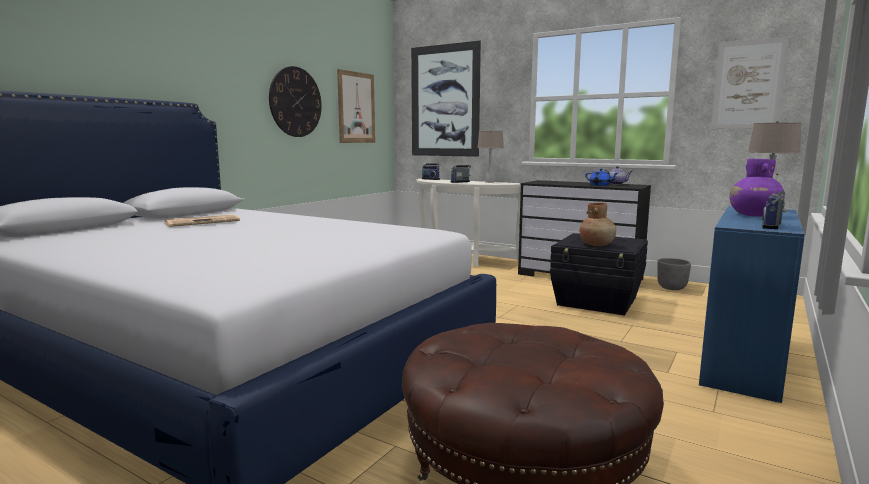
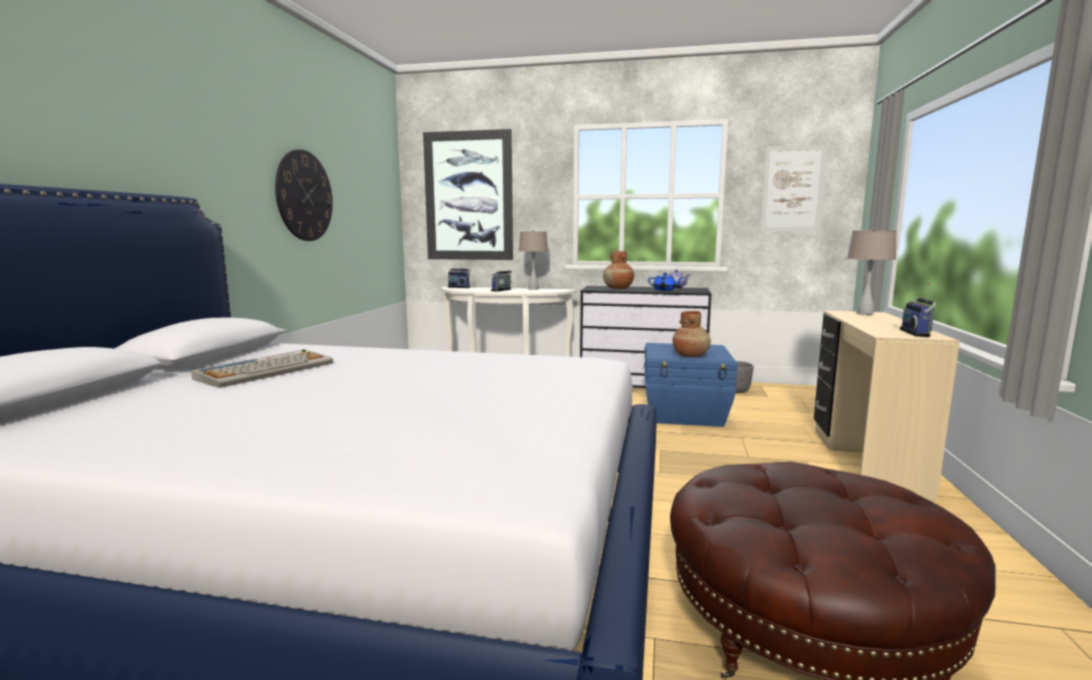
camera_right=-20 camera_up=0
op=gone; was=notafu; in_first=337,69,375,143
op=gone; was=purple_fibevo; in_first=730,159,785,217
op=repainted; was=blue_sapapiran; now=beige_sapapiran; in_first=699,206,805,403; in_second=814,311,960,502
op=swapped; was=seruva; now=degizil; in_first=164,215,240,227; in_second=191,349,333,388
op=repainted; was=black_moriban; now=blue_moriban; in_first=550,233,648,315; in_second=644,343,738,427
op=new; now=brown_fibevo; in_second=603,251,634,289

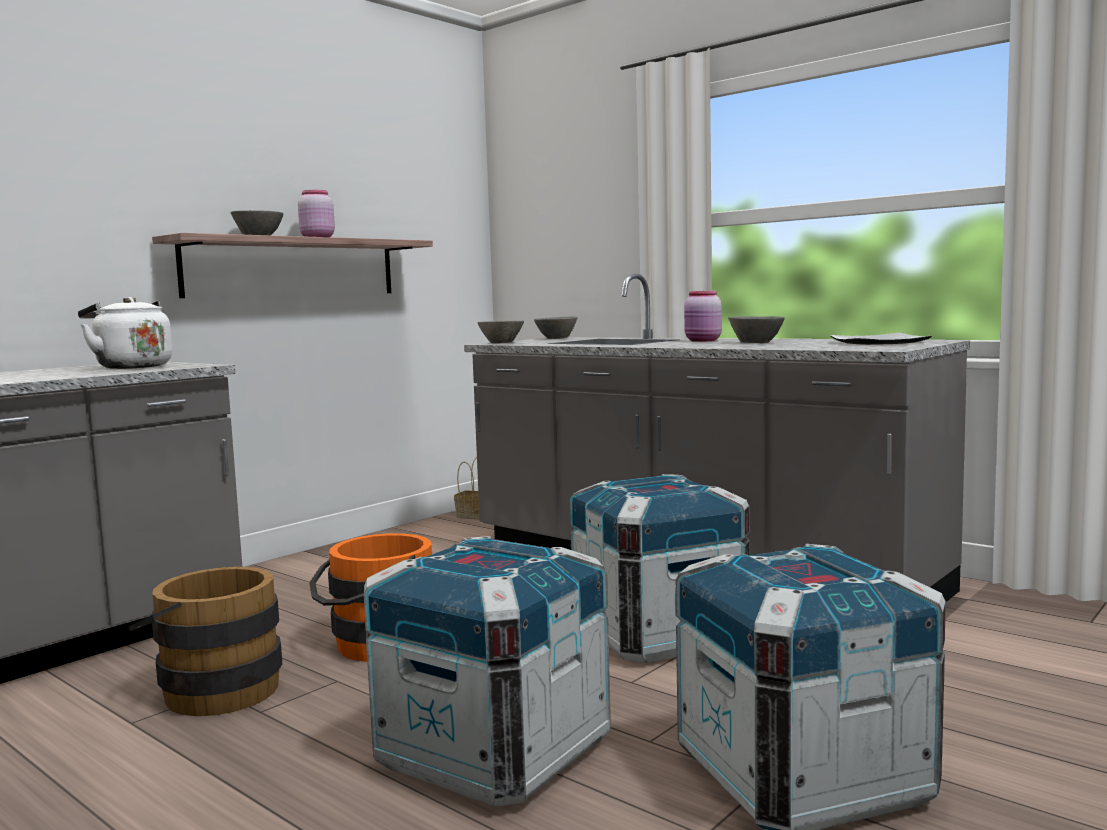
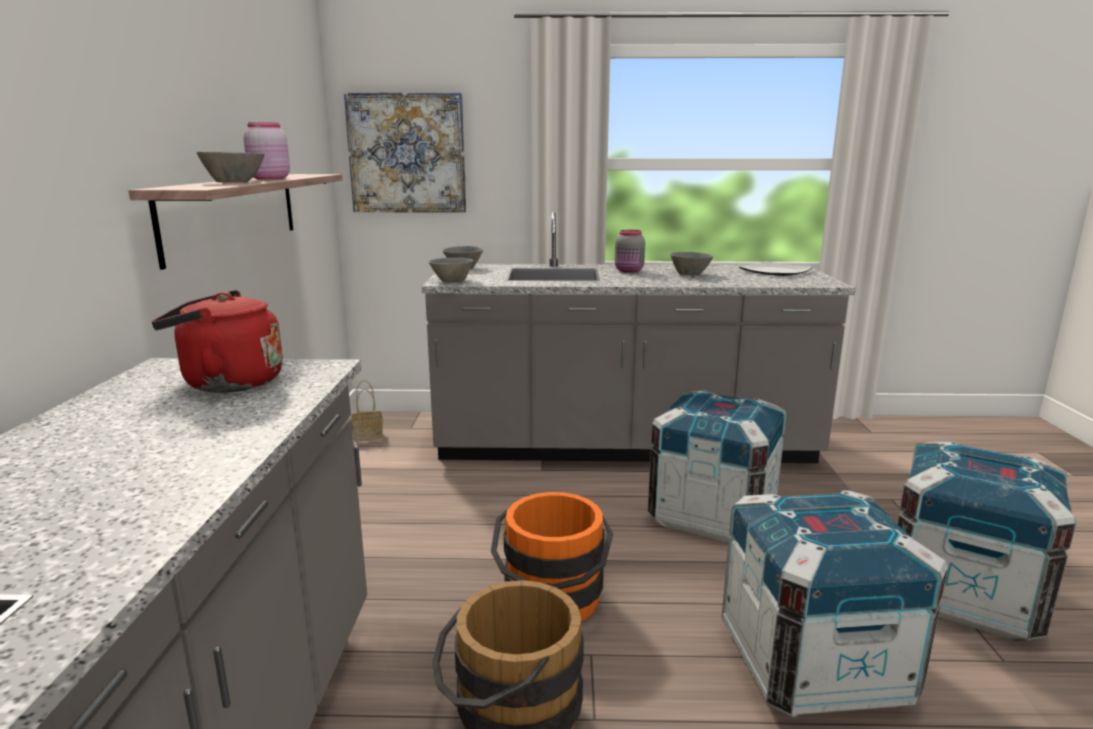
camera_right=-40 camera_up=10
op=repainted; was=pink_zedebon; now=grey_zedebon; in_first=684,290,722,342; in_second=615,230,645,273
op=repainted; was=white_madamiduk; now=red_madamiduk; in_first=78,297,172,369; in_second=152,290,283,393
op=new; now=notafu; in_second=344,92,466,213

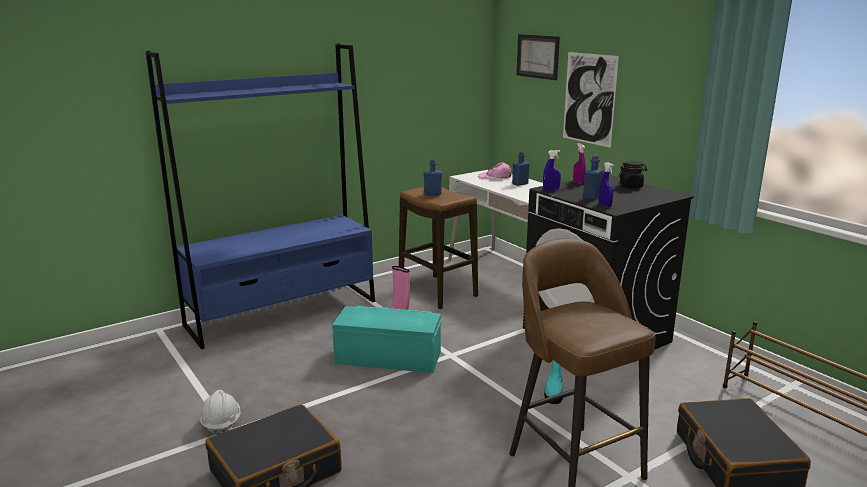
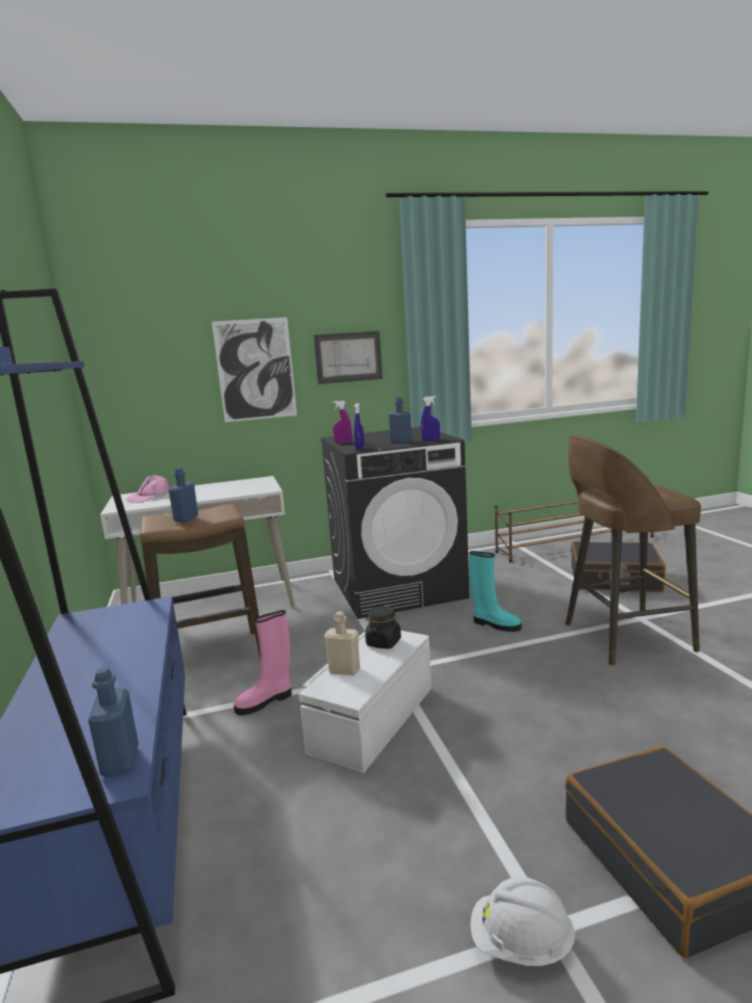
camera_right=-70 camera_up=-5
op=shifted; was=notafu; in_first=516,34,560,80; in_second=314,331,383,384
op=shifted; was=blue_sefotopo; in_first=512,151,530,186; in_second=88,667,139,777
op=shifted; was=black_zedebon; in_first=618,161,647,188; in_second=365,606,401,649
op=repainted; was=turquoise_moriban; now=white_moriban; in_first=332,306,441,373; in_second=299,630,431,773
op=new; now=beige_sefotopo; in_second=324,611,360,675

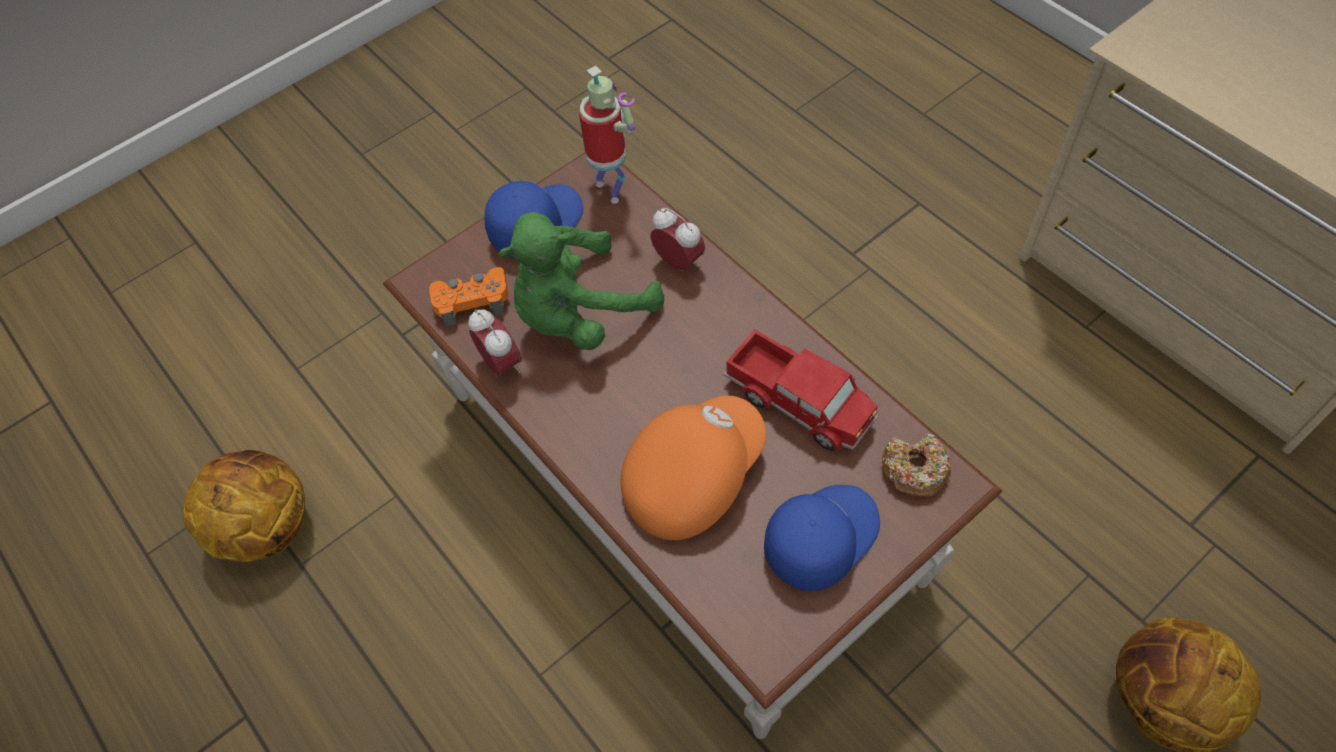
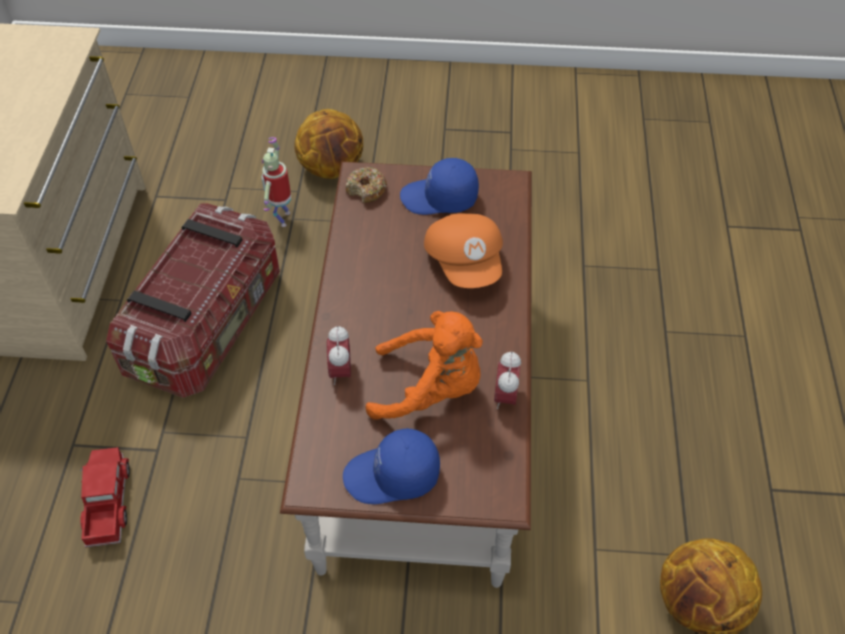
camera_right=-140 camera_up=-5
op=shifted; was=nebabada; in_first=579,66,635,204; in_second=261,137,291,227
op=repainted; was=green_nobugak; now=orange_nobugak; in_first=498,212,664,350; in_second=366,311,483,420
op=gone; was=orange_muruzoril; in_first=429,267,509,327
op=shifted; was=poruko; in_first=724,329,877,451; in_second=80,447,130,548
op=rotated; was=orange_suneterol; in_first=620,396,766,540; in_second=424,213,503,288; clockwise=-105
op=new; now=moriban; in_second=106,203,280,398

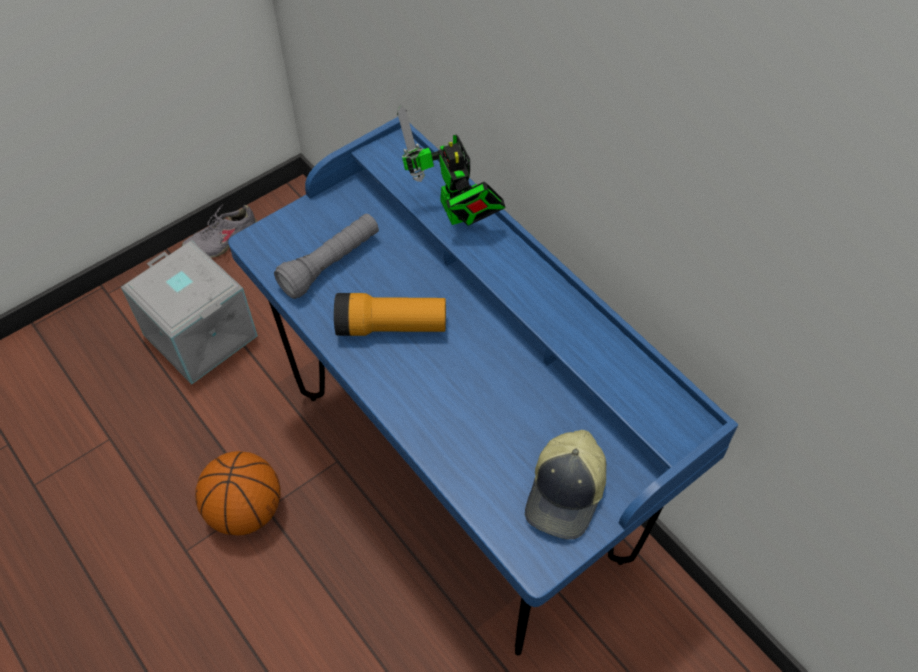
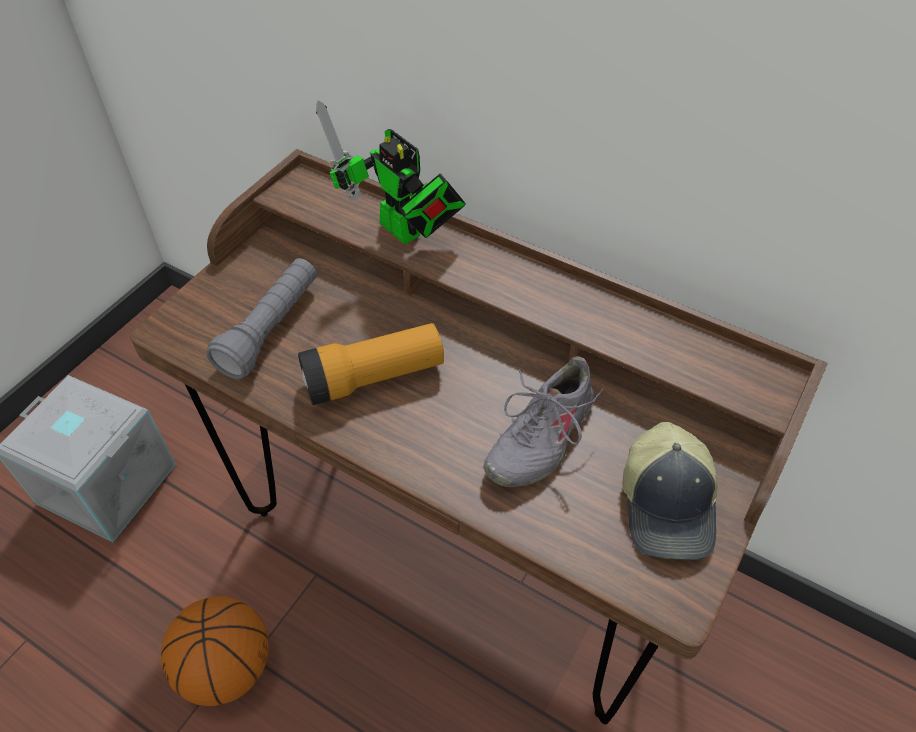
camera_right=-20 camera_up=-5
op=repainted; was=blue_sapapiran; now=brown_sapapiran; in_first=228,117,739,656; in_second=130,149,828,725
op=shifted; was=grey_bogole; in_first=182,205,258,258; in_second=483,356,605,487

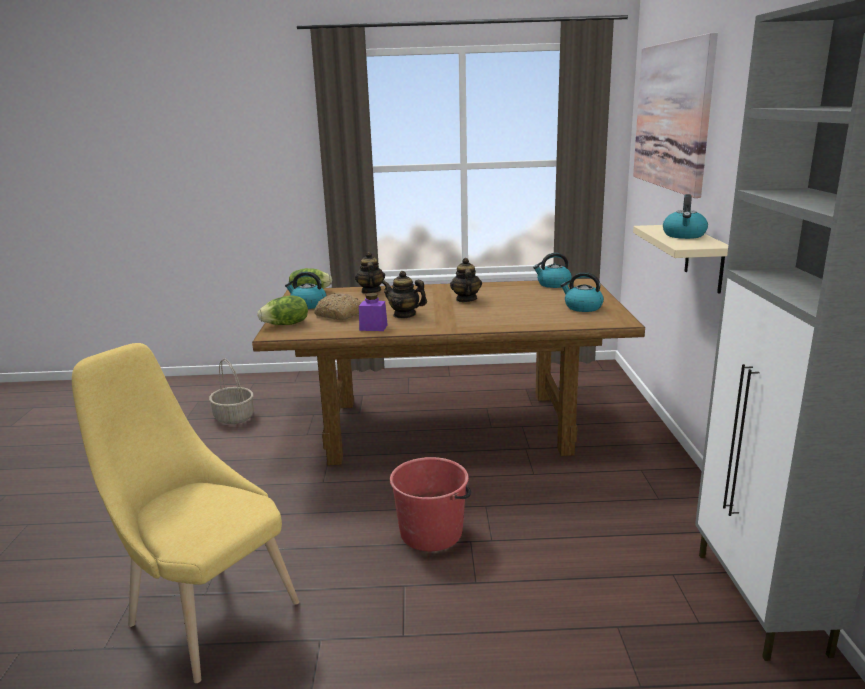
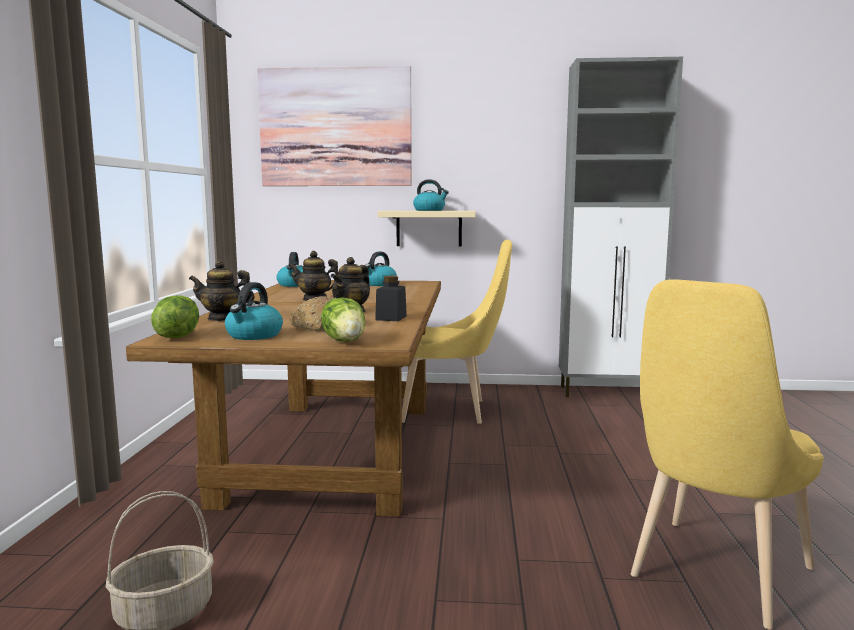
camera_right=-85 camera_up=-10
op=repainted; was=purple_zedebon; now=black_zedebon; in_first=359,293,388,331; in_second=375,276,407,321
op=gone; was=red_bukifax; in_first=390,457,471,551
op=new; now=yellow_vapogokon; in_second=402,240,512,424

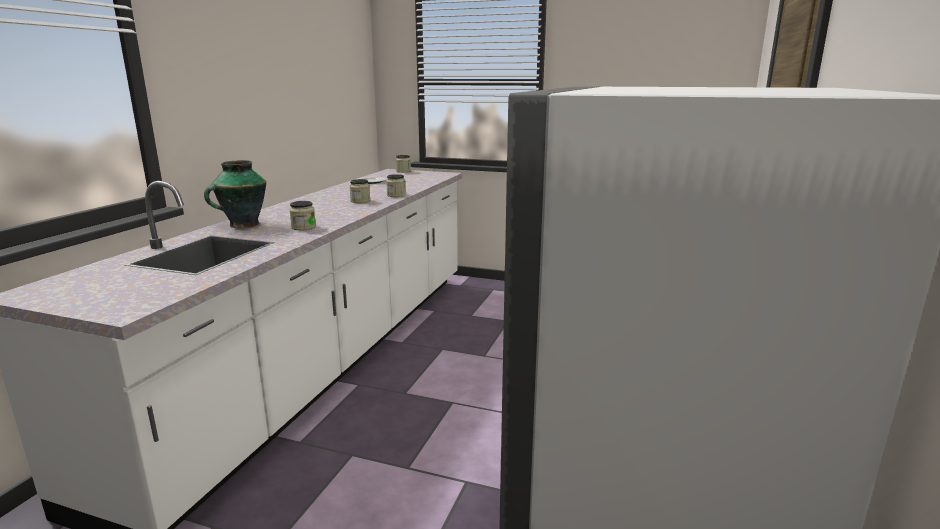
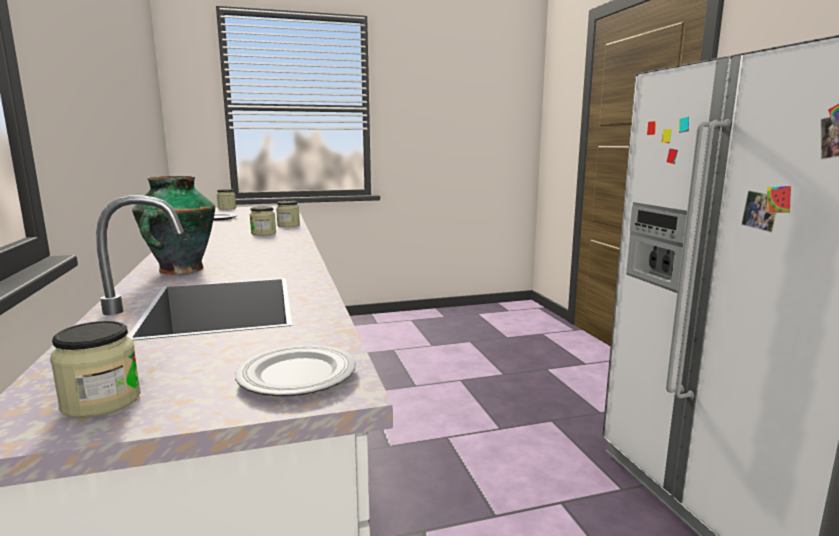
camera_right=-35 camera_up=-5
op=shifted; was=zedebon; in_first=289,201,316,231; in_second=50,321,141,418
op=new; now=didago; in_second=235,345,356,396

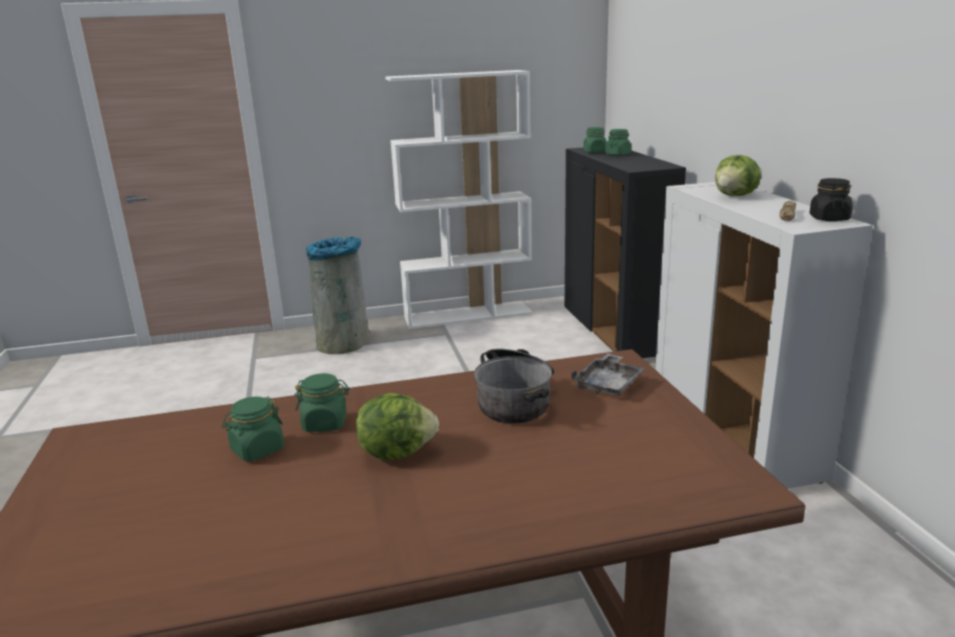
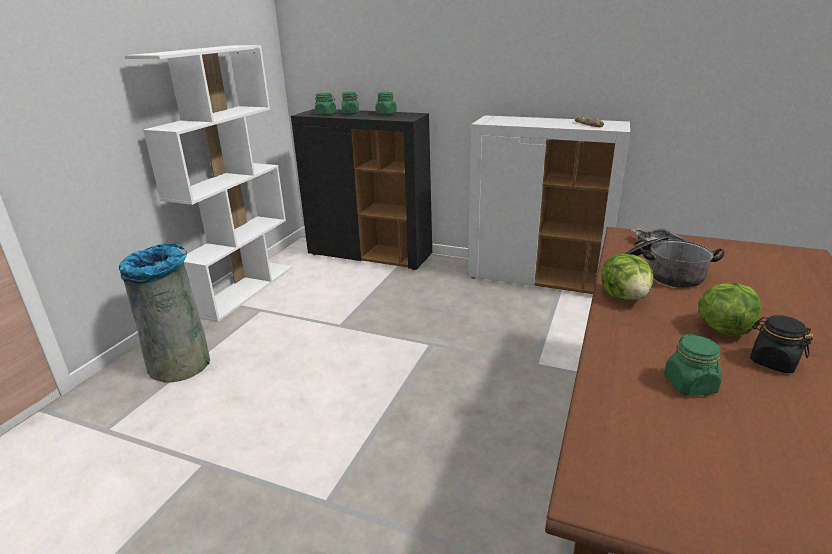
camera_right=-55 camera_up=5
op=shifted; was=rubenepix; in_first=715,155,761,196; in_second=601,254,654,300
op=shifted; was=black_zedebon; in_first=810,178,853,221; in_second=750,315,813,373
op=shifted; was=green_zedebon; in_first=295,373,349,432; in_second=375,92,397,115

